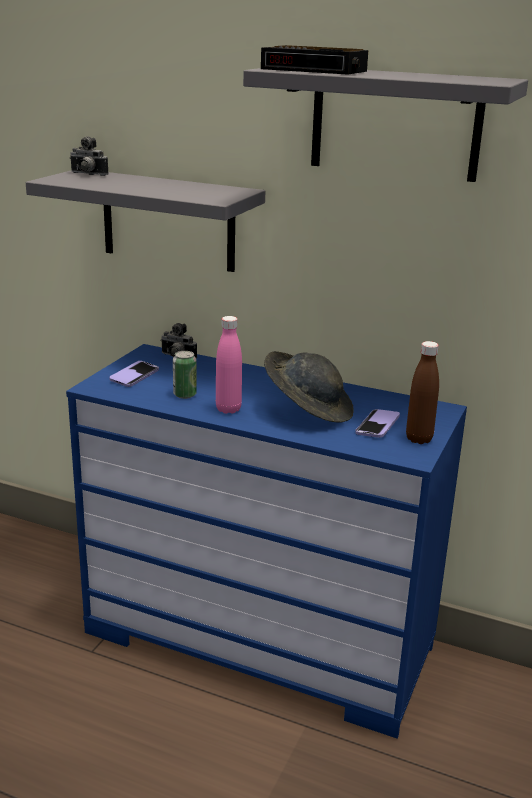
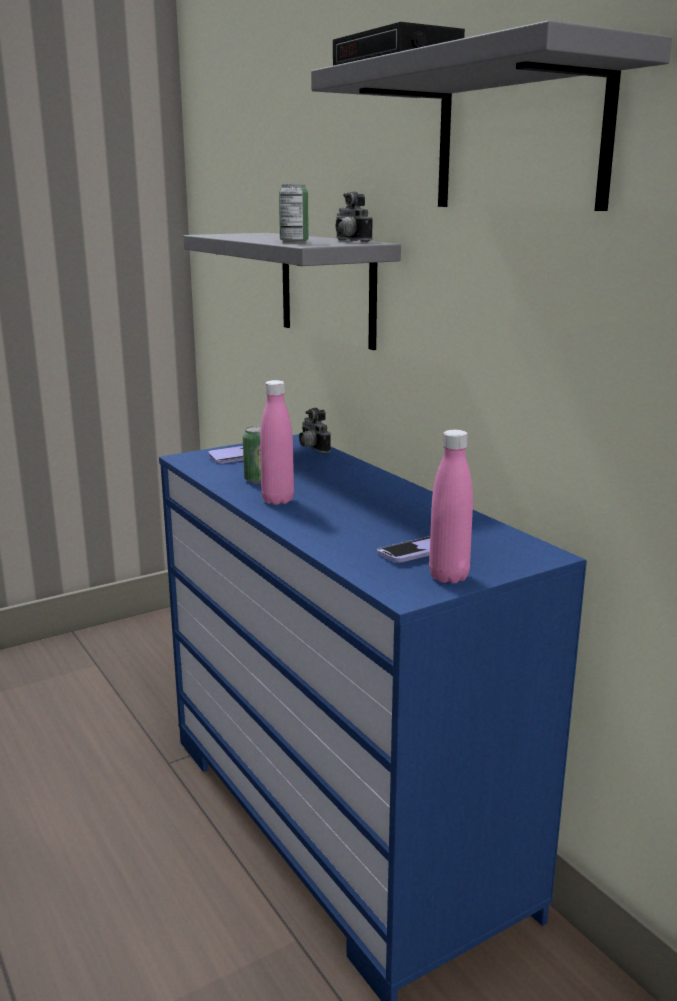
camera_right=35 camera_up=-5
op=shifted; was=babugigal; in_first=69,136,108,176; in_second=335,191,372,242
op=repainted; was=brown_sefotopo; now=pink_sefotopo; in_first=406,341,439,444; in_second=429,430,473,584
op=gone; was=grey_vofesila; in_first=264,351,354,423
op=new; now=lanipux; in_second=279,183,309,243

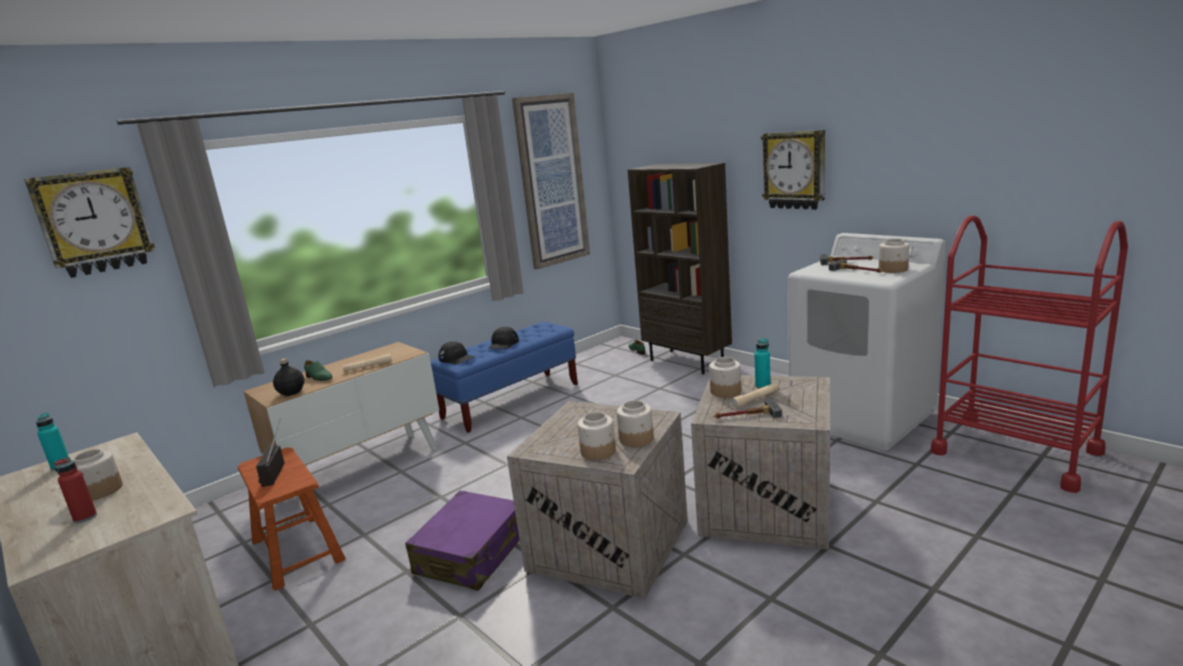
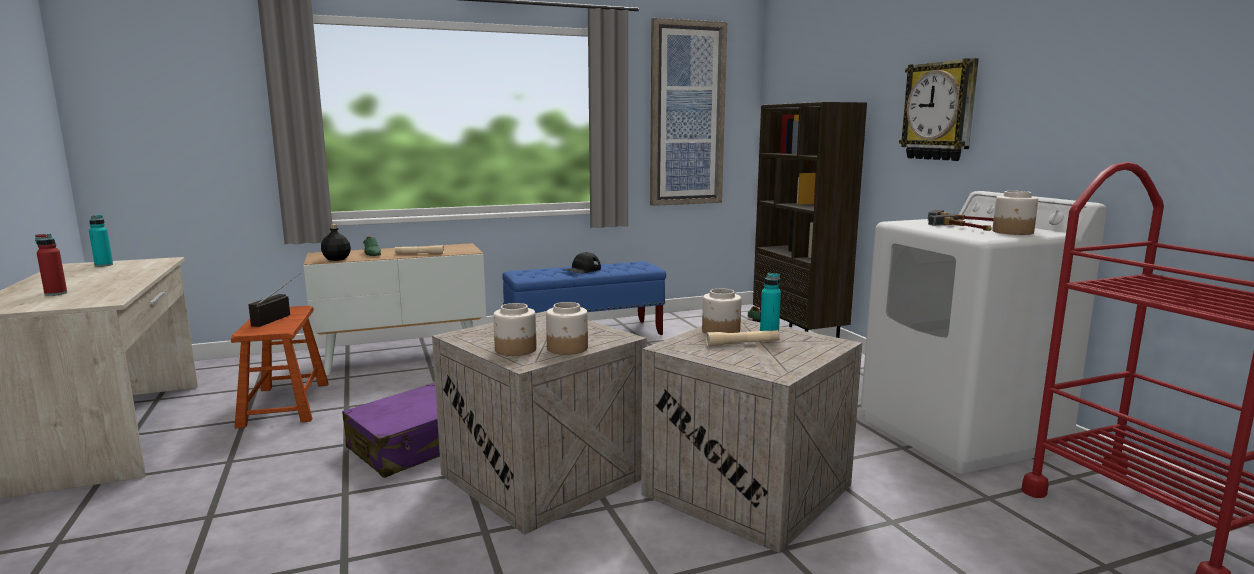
camera_right=20 camera_up=-5
op=gone; was=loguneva; in_first=24,167,155,278
op=gone; was=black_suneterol; in_first=438,341,474,364
op=gone; was=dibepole; in_first=713,399,782,419
op=gone; was=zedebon; in_first=73,449,123,500

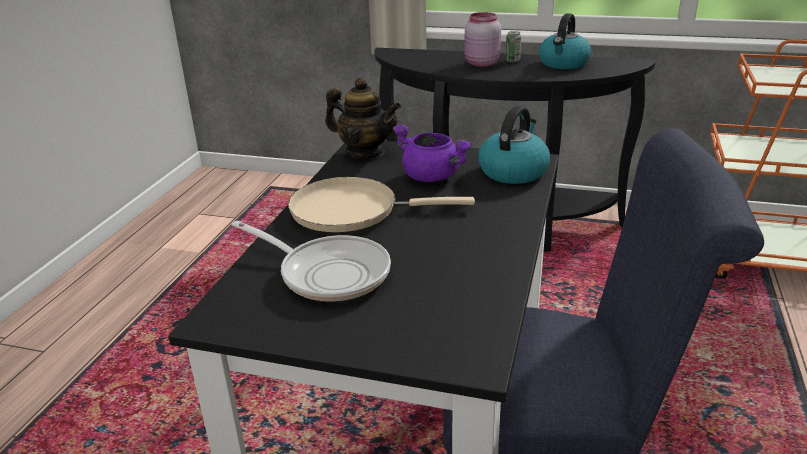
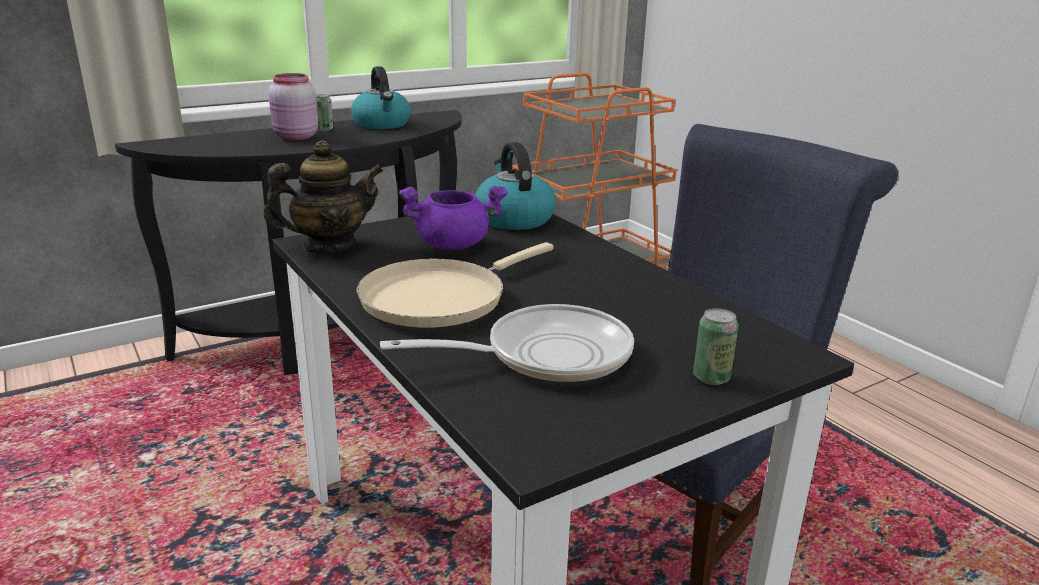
camera_right=-50 camera_up=-5
op=new; now=lanipux; in_second=693,308,739,385

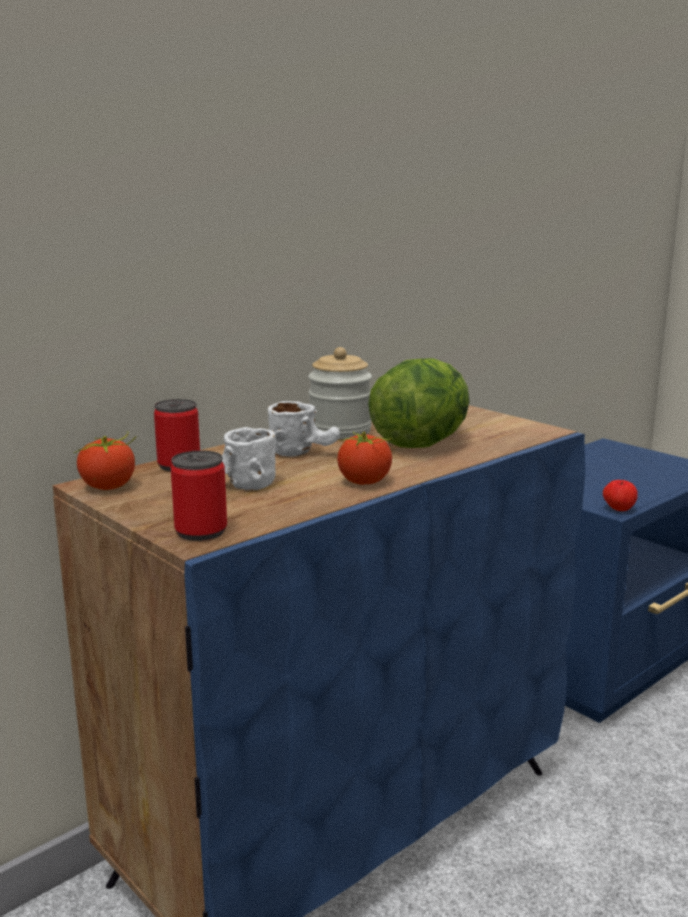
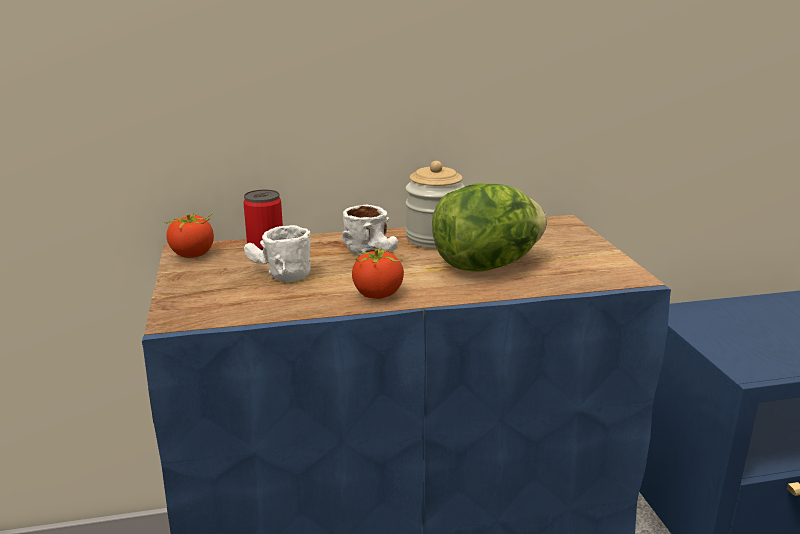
camera_right=30 camera_up=5
op=gone; was=lanipux; in_first=171,450,227,541
op=gone; was=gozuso; in_first=603,480,638,511

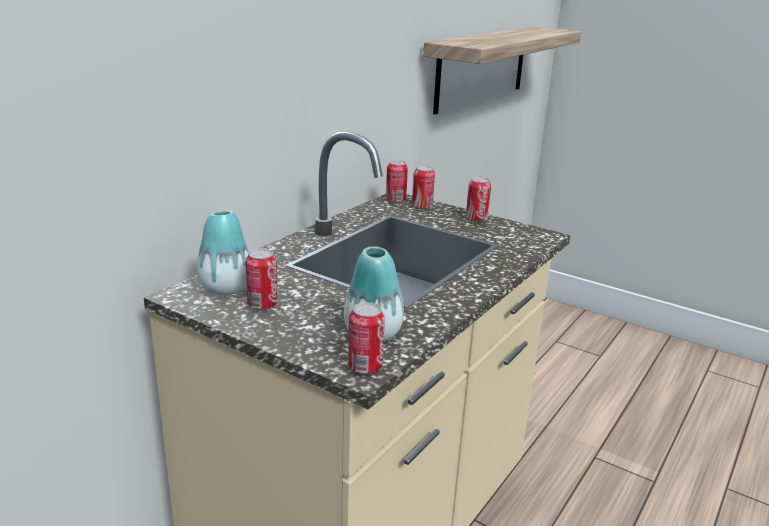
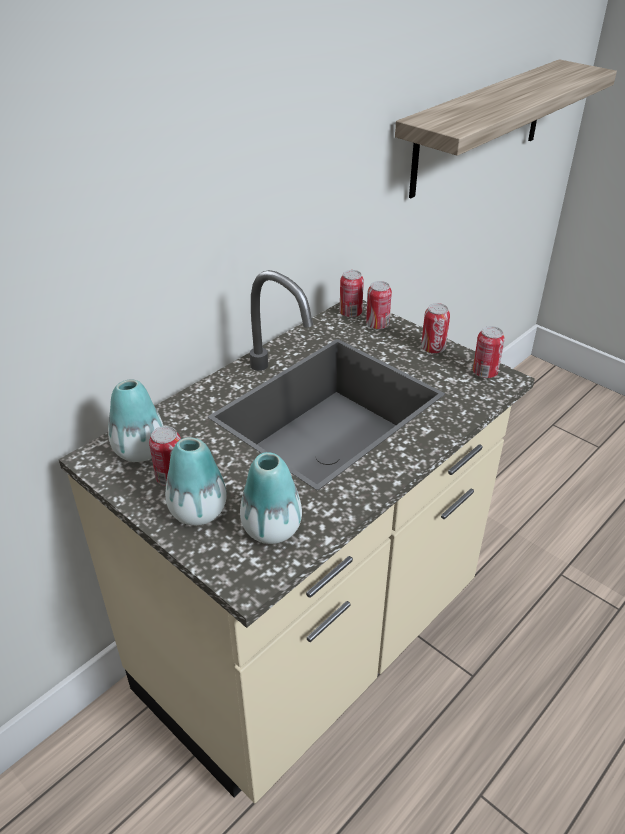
camera_right=10 camera_up=15
op=shifted; was=lanipux; in_first=348,302,385,374; in_second=473,326,505,378
op=new; now=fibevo; in_second=165,437,227,526

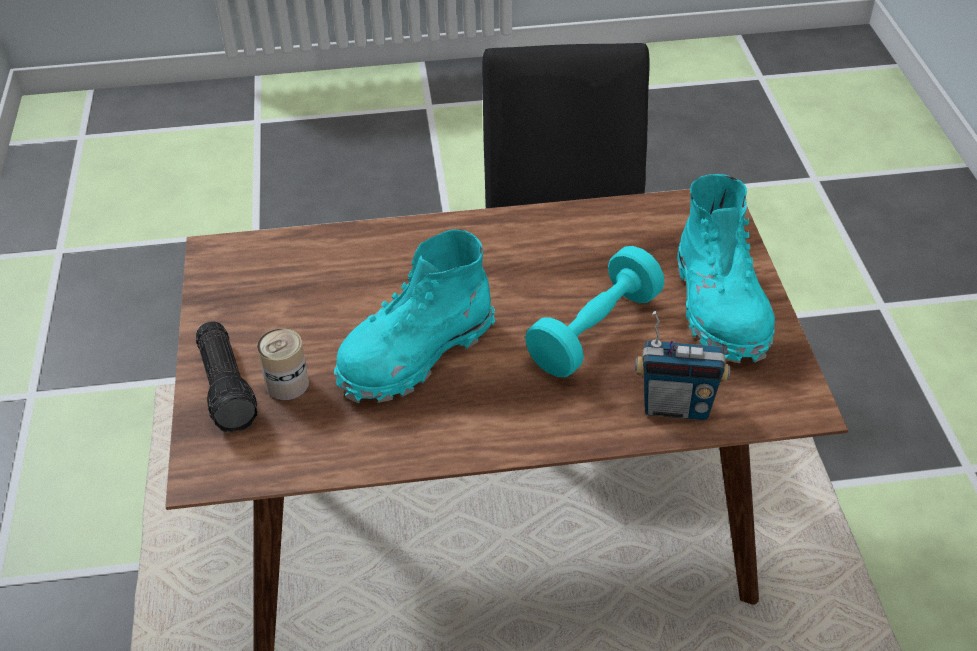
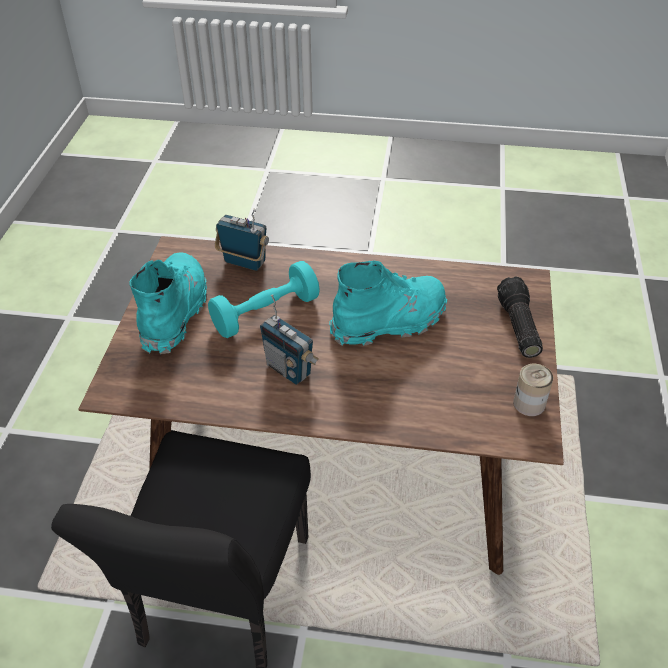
camera_right=-165 camera_up=0
op=shifted; was=lanipux; in_first=257,328,309,400; in_second=513,364,553,416
op=new; now=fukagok; in_second=260,294,319,385

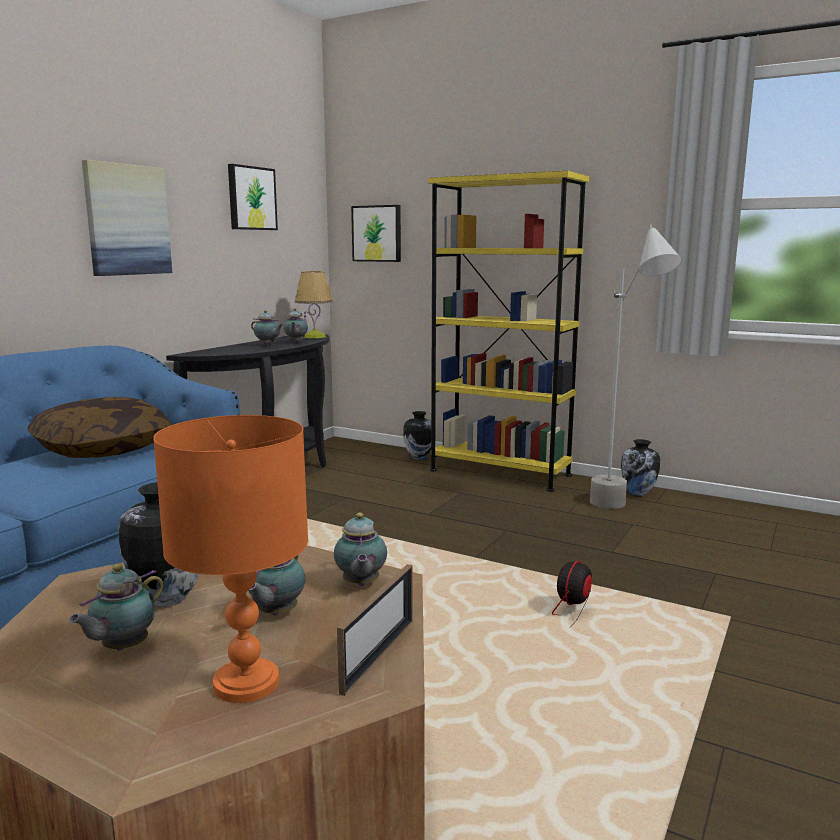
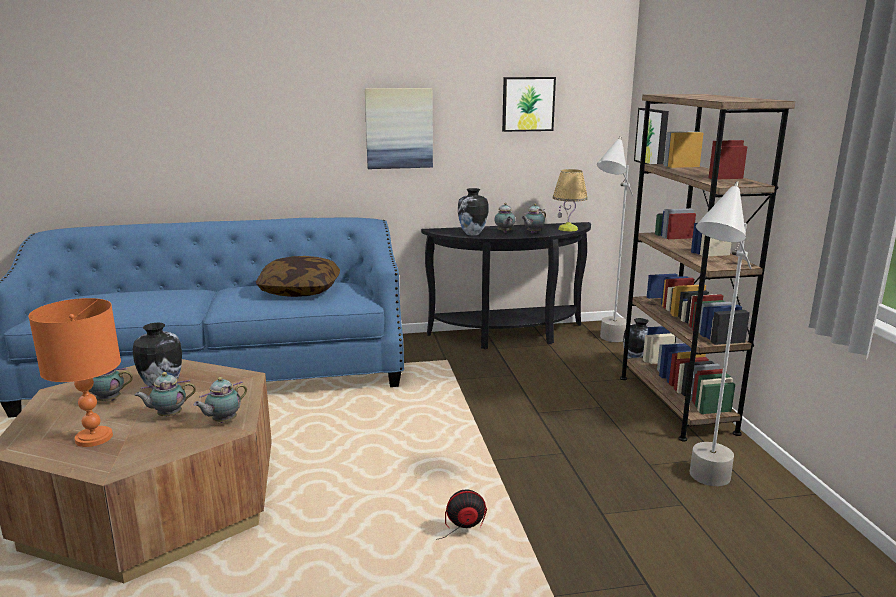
camera_right=50 camera_up=5
op=repainted; was=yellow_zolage; now=brown_zolage; in_first=428,171,589,492; in_second=620,94,795,441
op=shifted; was=fibevo; in_first=621,439,660,496; in_second=458,188,489,236
op=gone; was=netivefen; in_first=337,564,413,696
op=new; now=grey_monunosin; in_second=597,136,633,342

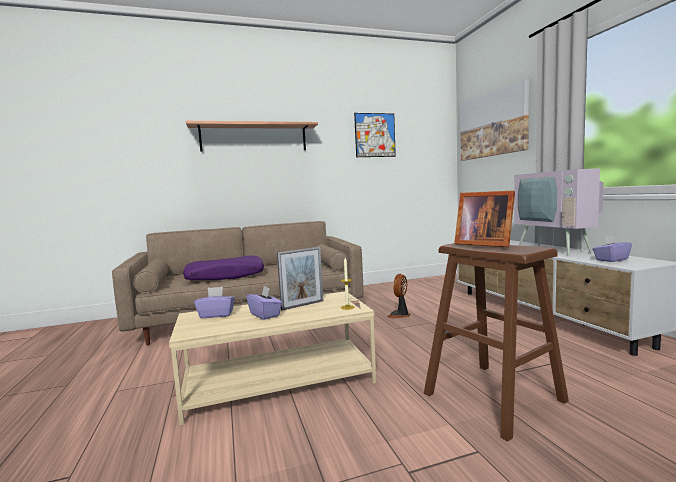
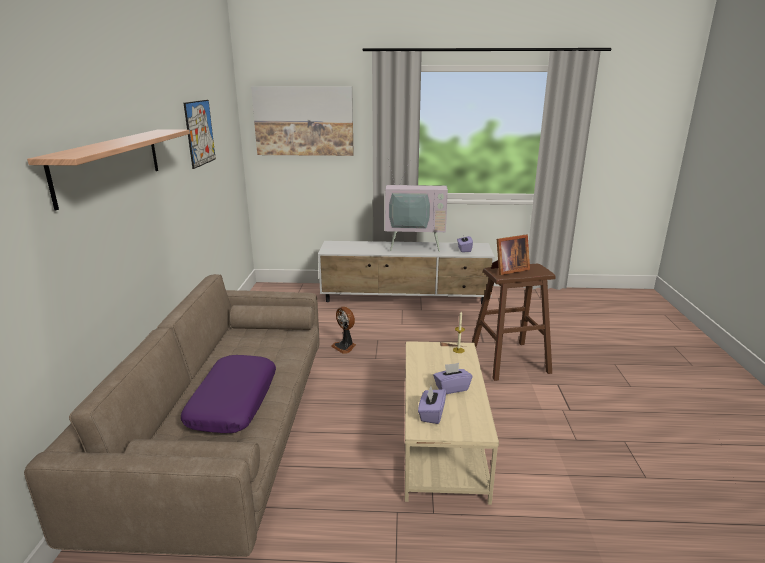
camera_right=-70 camera_up=15
op=gone; was=netivefen; in_first=277,247,323,310

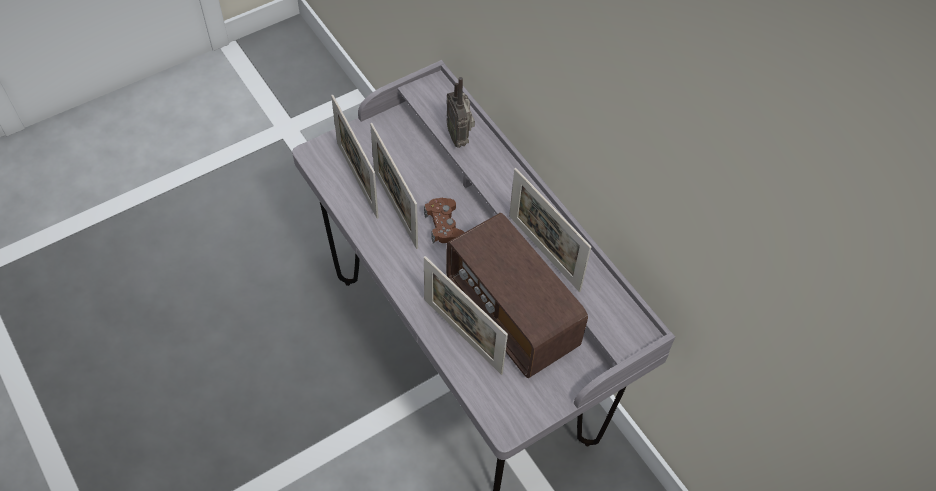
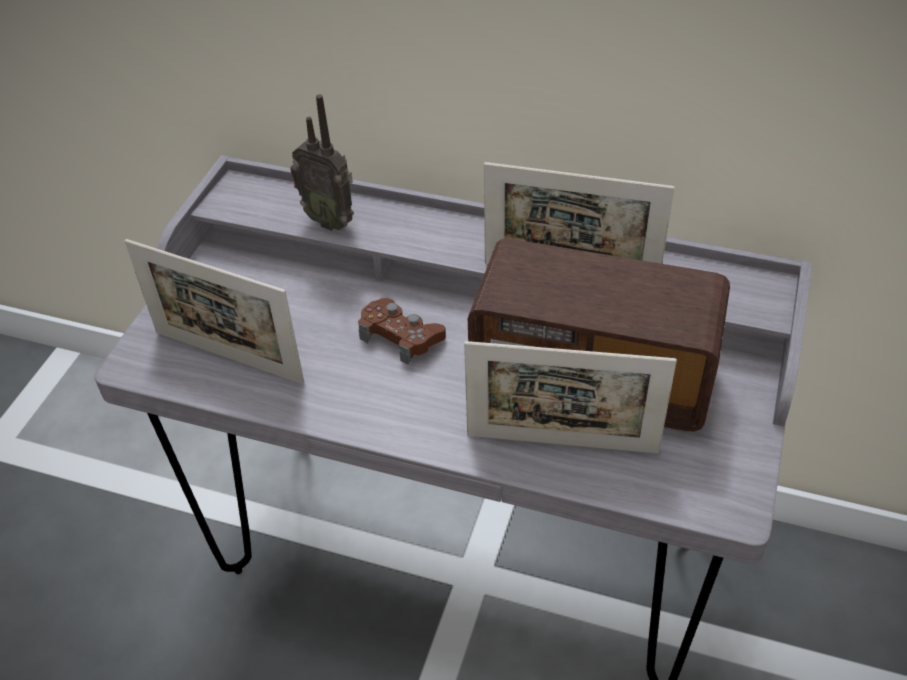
camera_right=-35 camera_up=-10
op=gone; was=netivefen; in_first=370,123,418,249

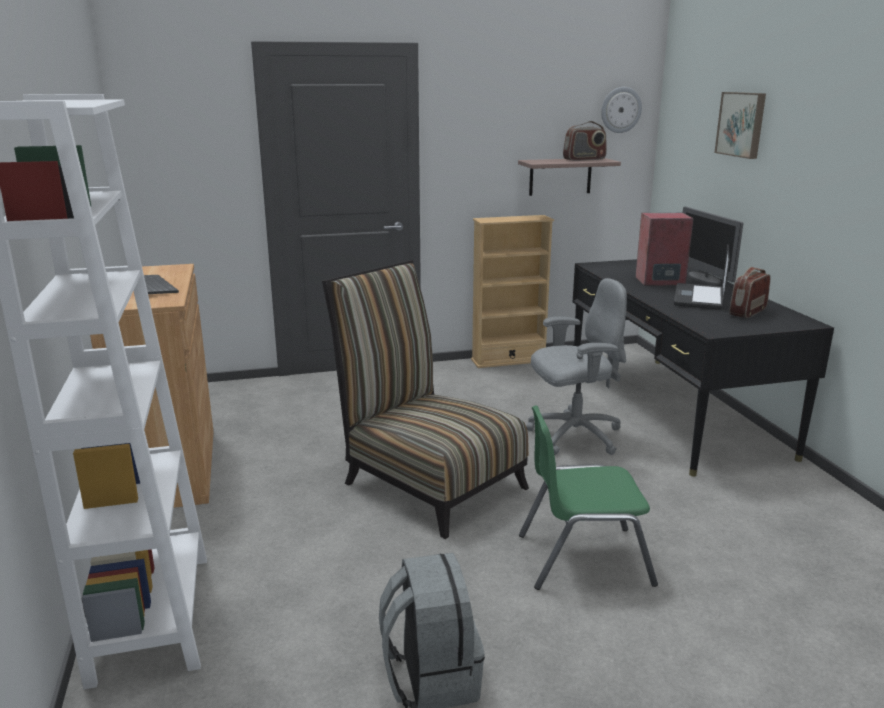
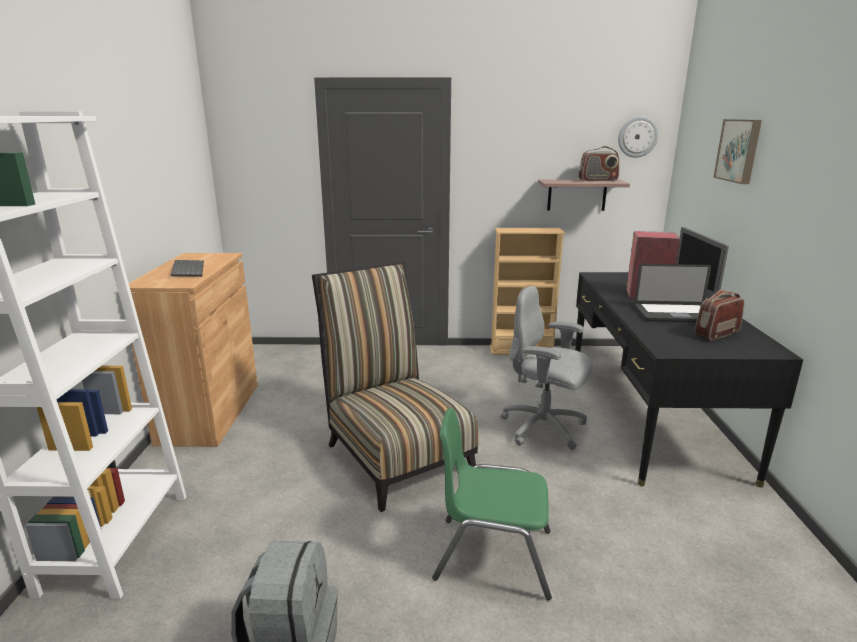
camera_right=15 camera_up=0
op=rotated; was=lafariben; in_first=674,245,730,309; in_second=634,264,711,322; clockwise=-120
op=rotated; was=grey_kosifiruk; in_first=526,278,627,455; in_second=501,286,593,450; clockwise=-150

